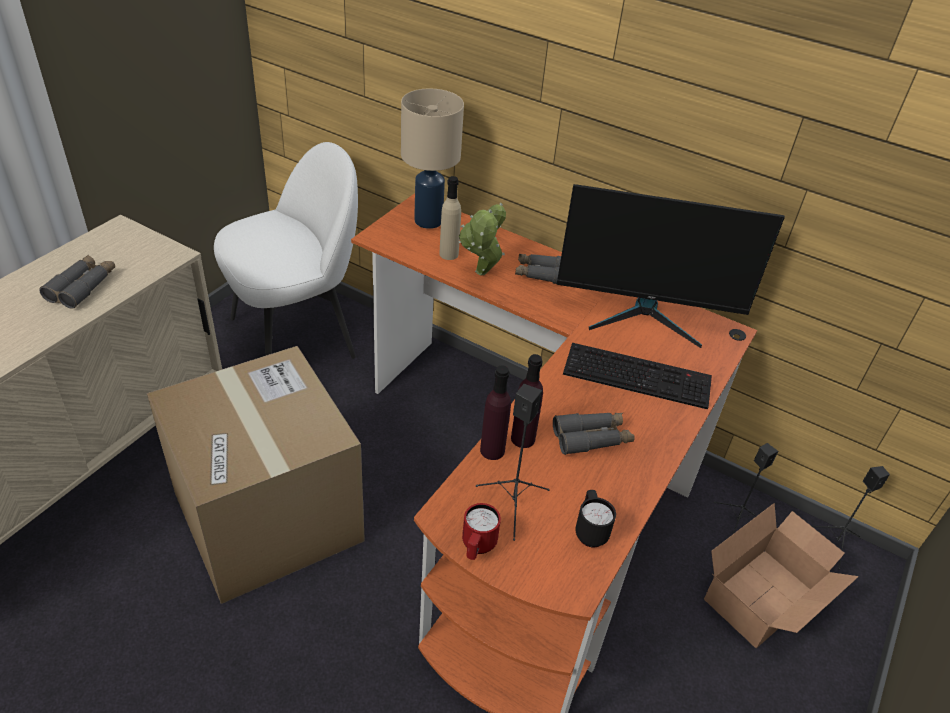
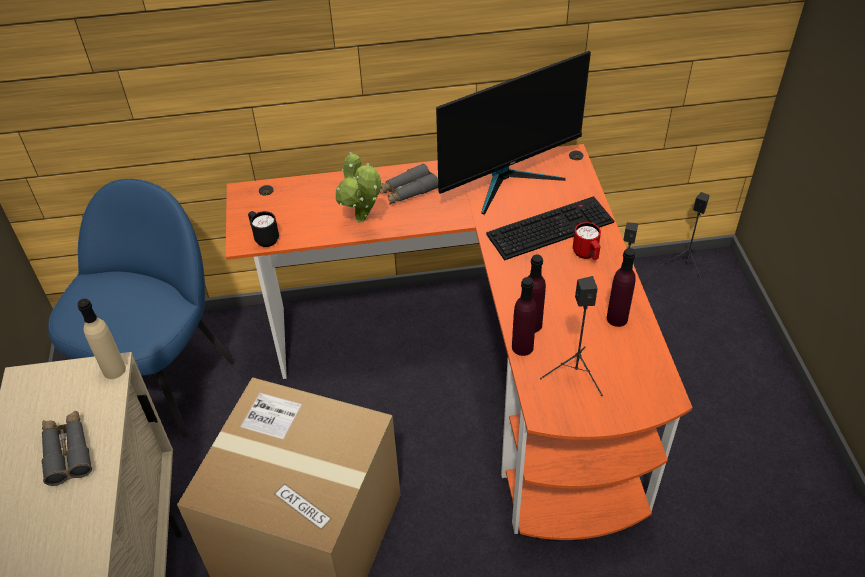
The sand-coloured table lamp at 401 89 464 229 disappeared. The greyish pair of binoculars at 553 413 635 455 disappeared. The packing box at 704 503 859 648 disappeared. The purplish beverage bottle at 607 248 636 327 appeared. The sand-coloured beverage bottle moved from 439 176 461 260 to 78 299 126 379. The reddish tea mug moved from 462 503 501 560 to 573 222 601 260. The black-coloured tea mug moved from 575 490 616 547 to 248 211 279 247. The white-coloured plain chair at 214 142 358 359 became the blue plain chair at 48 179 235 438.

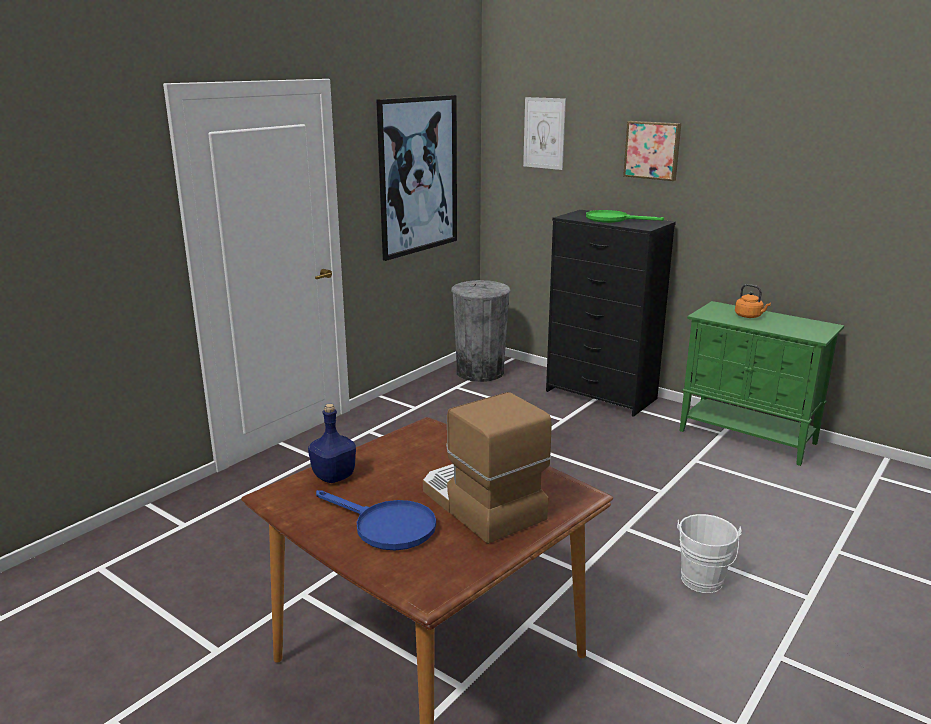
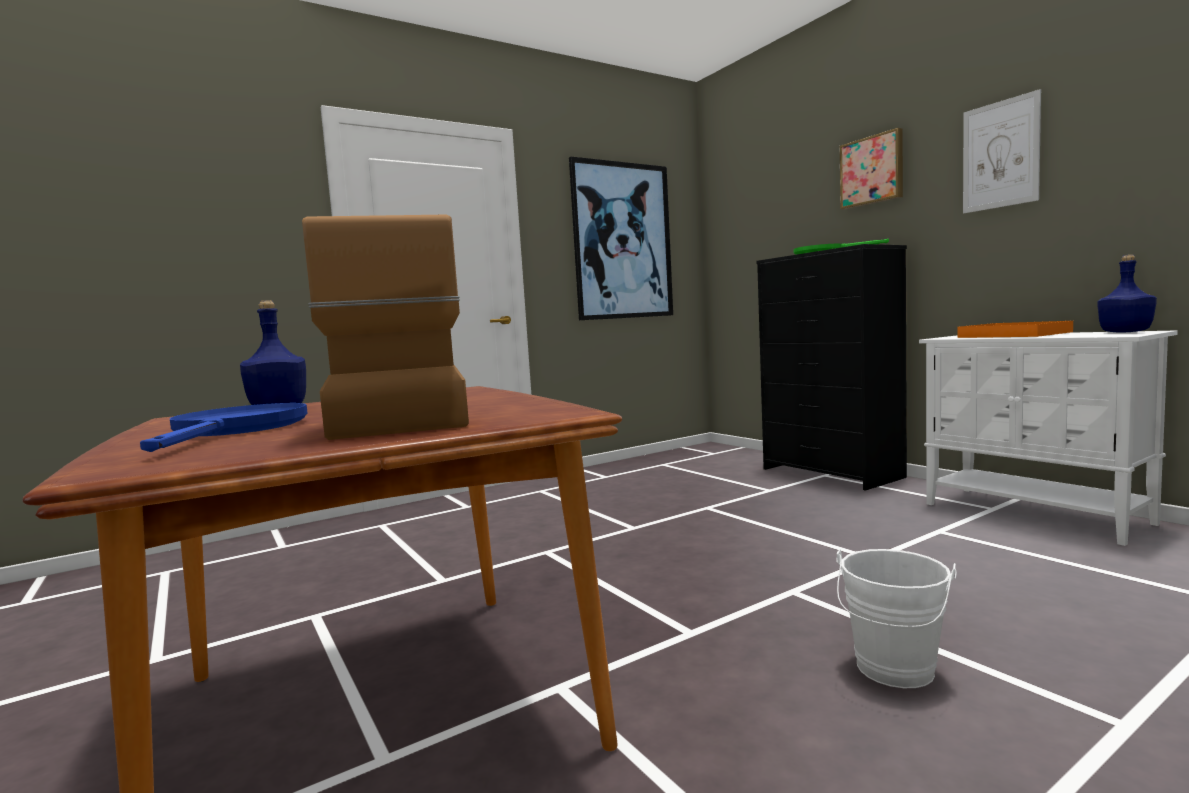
The greyish trash can at 451 280 510 382 disappeared. The blue beverage bottle at 1098 255 1157 333 appeared. The wall art moved from 523 97 566 170 to 963 89 1041 213. The orange-coloured kettle at 735 284 771 318 was replaced by the orange-coloured serving tray at 958 321 1073 338. The greenish storage cabinet at 680 301 844 466 became the white-coloured storage cabinet at 919 330 1178 546. The blue frying pan at 316 490 436 550 turned 150 degrees counterclockwise.

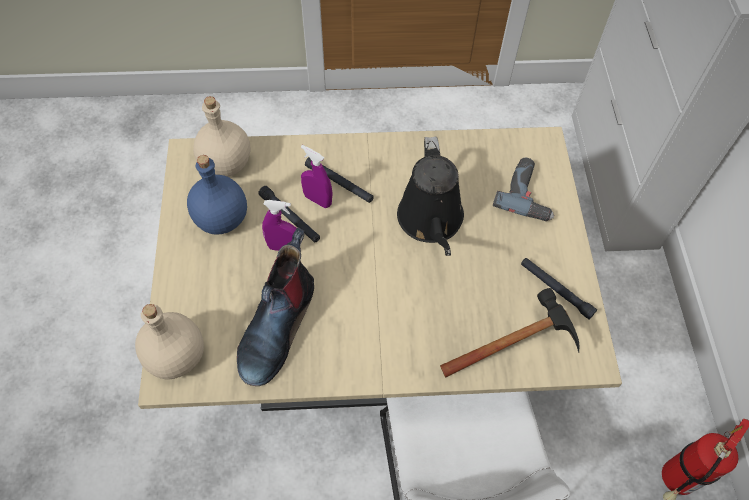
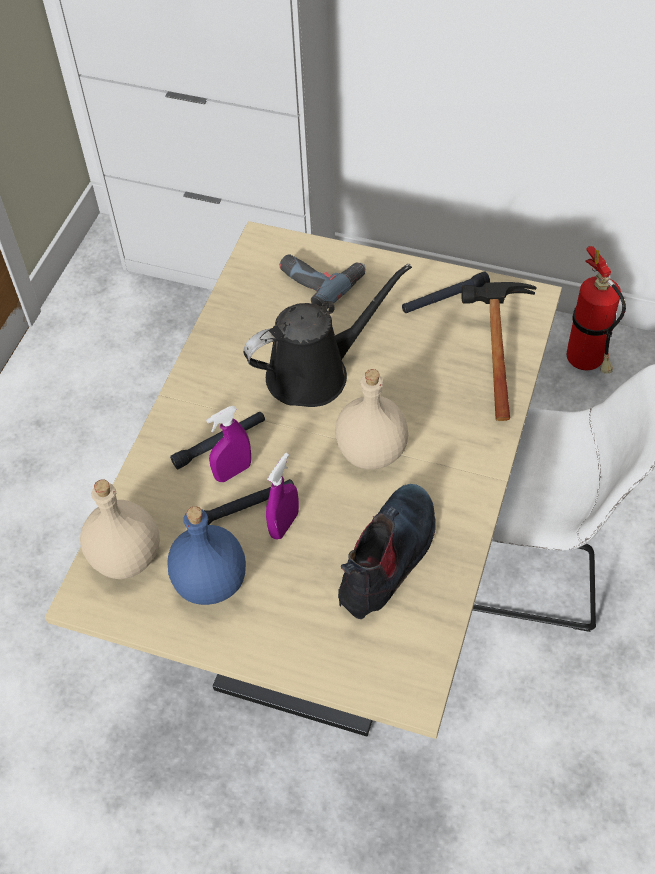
The sand-coloured beverage bottle moved from 135 304 204 379 to 335 369 408 469. The boot at 237 227 314 386 turned 105 degrees counterclockwise. The black-coloured sprinkling can at 397 137 464 256 turned 45 degrees counterclockwise.

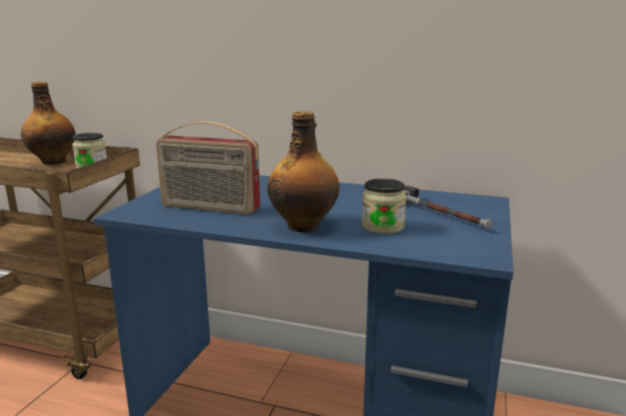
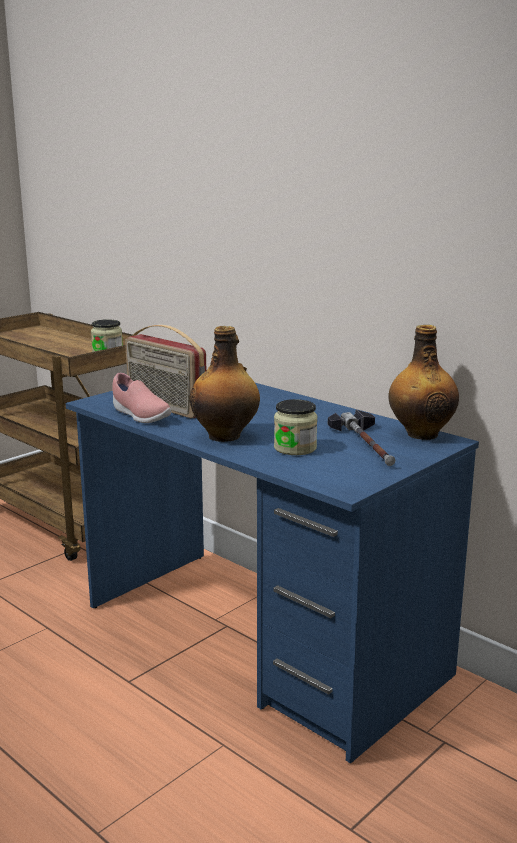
The pinkish low shoe at 112 373 171 423 appeared. The beverage bottle moved from 21 82 76 165 to 388 325 459 440.

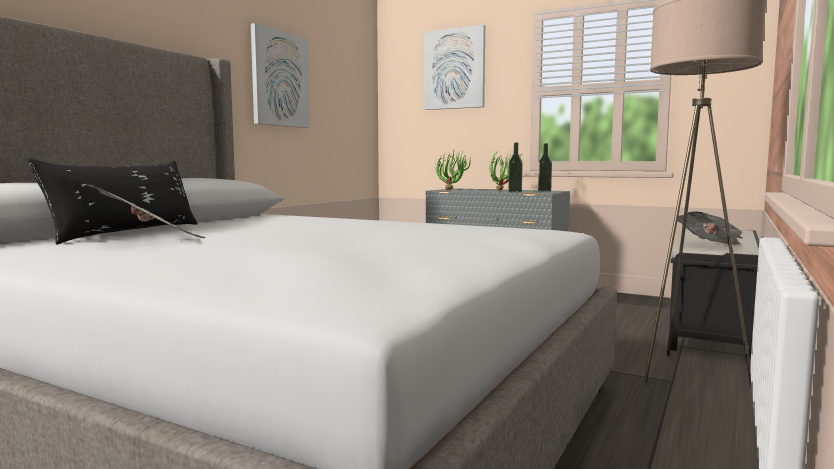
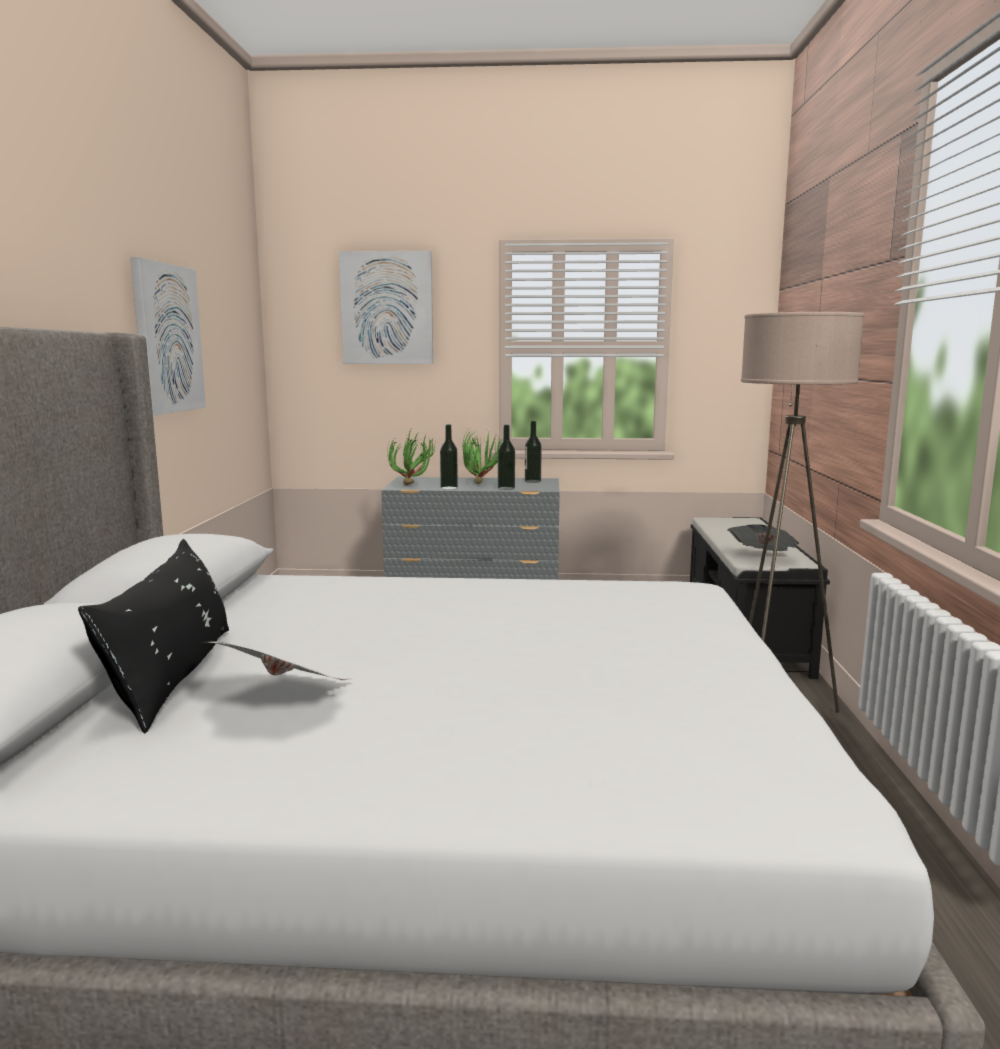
The beverage bottle at 440 425 458 490 appeared.

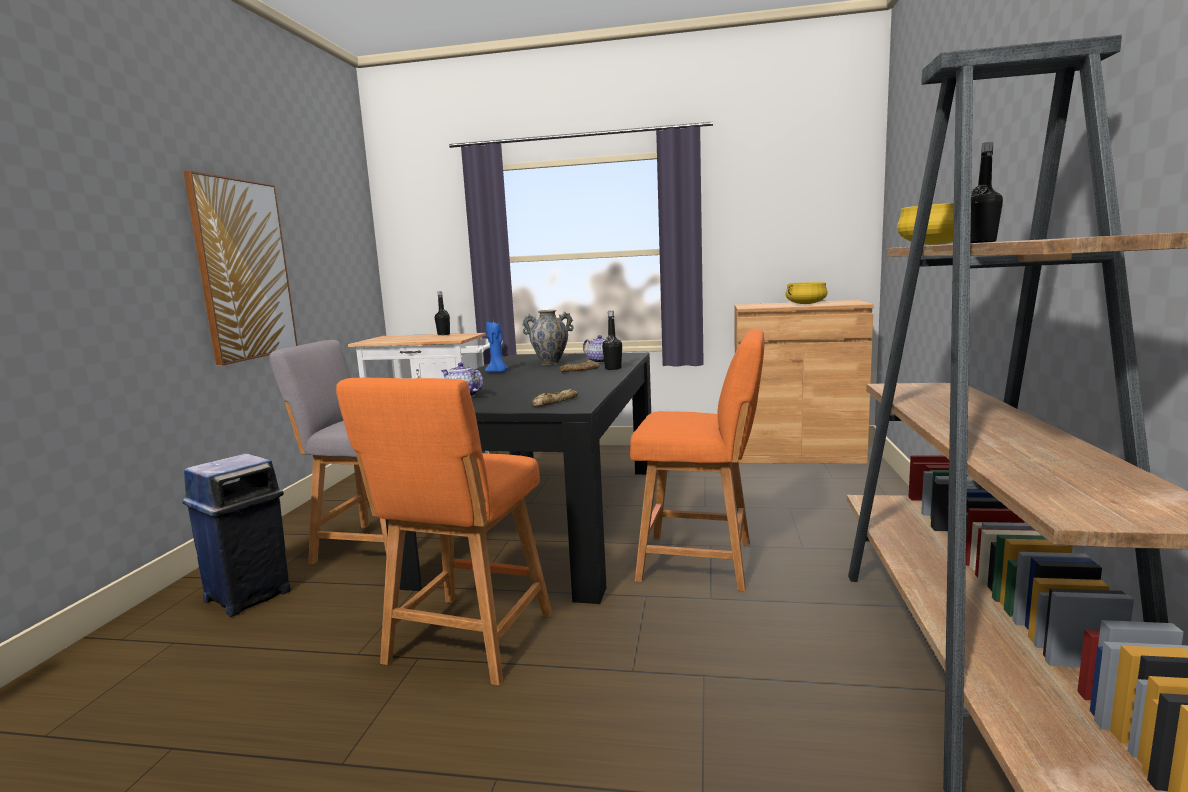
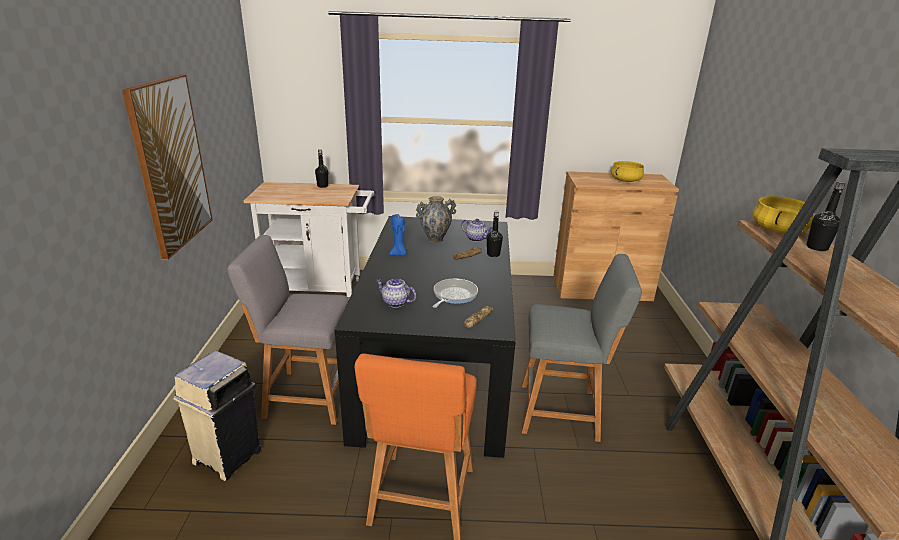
The frying pan at 432 279 478 308 appeared. The blue trash can at 183 453 291 617 became the sand-coloured trash can at 173 351 261 481. The orange-coloured stool at 630 329 764 591 became the greyish stool at 522 254 642 442.

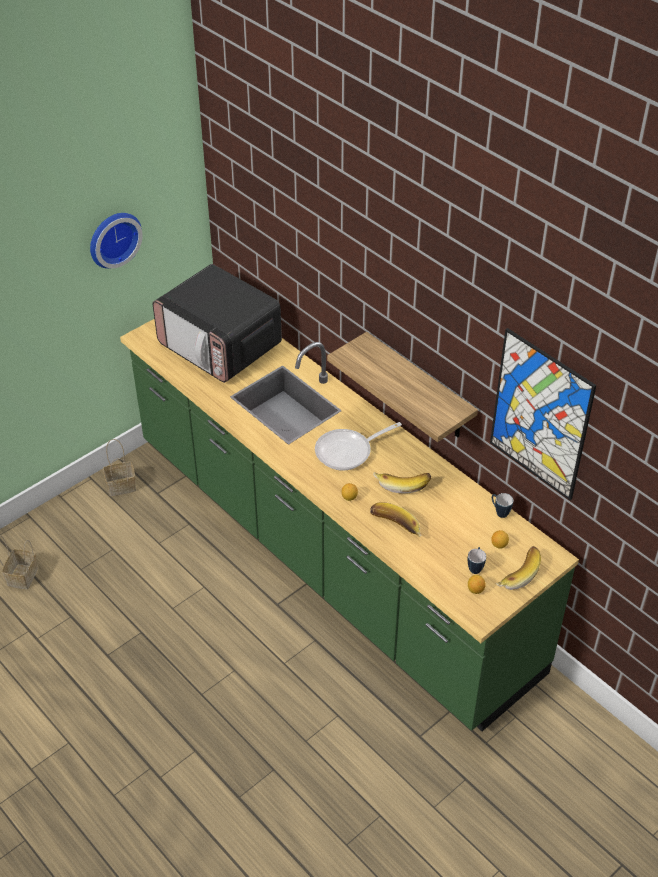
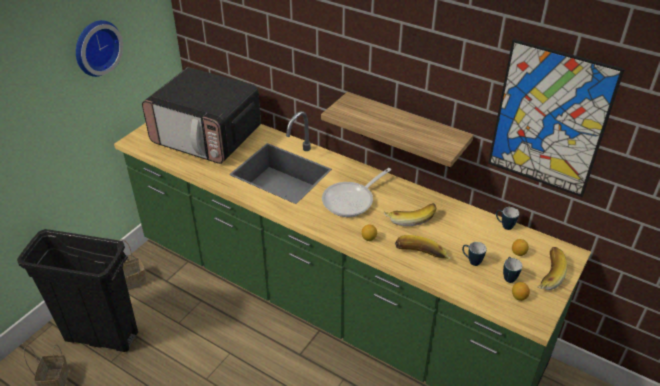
The black-coloured trash can at 17 229 138 352 appeared. The tea mug at 462 242 487 266 appeared.

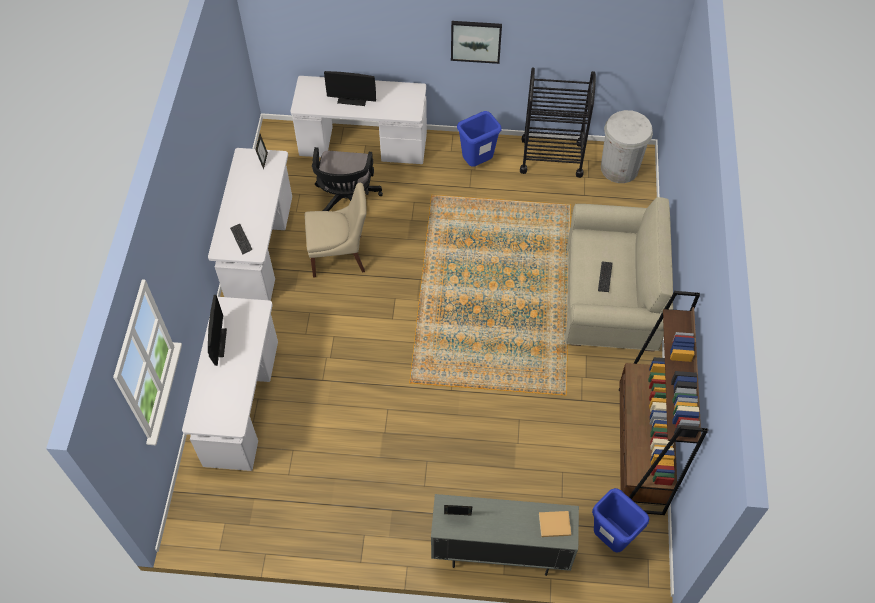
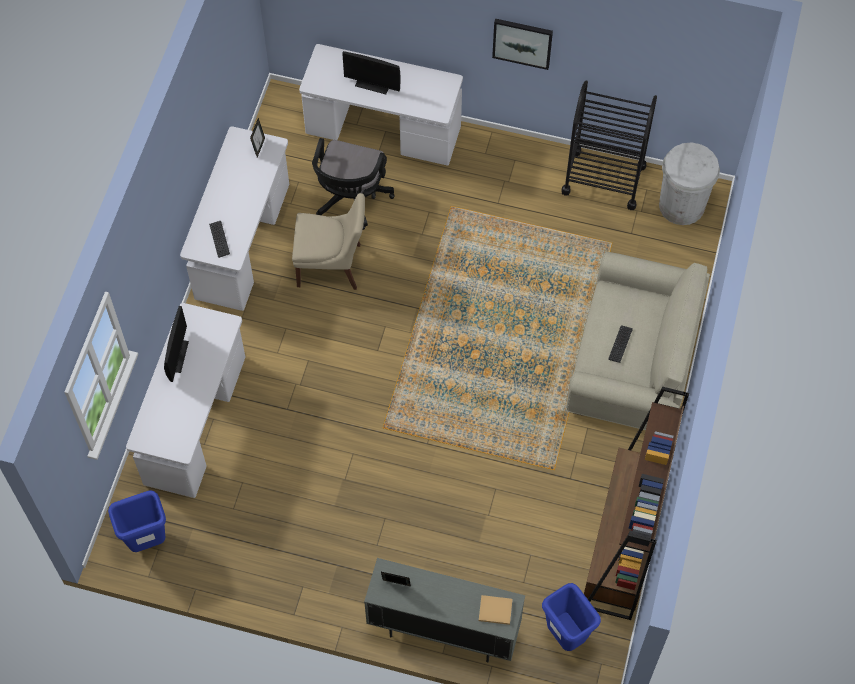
The blue trash can moved from 457 111 502 167 to 108 490 166 552.

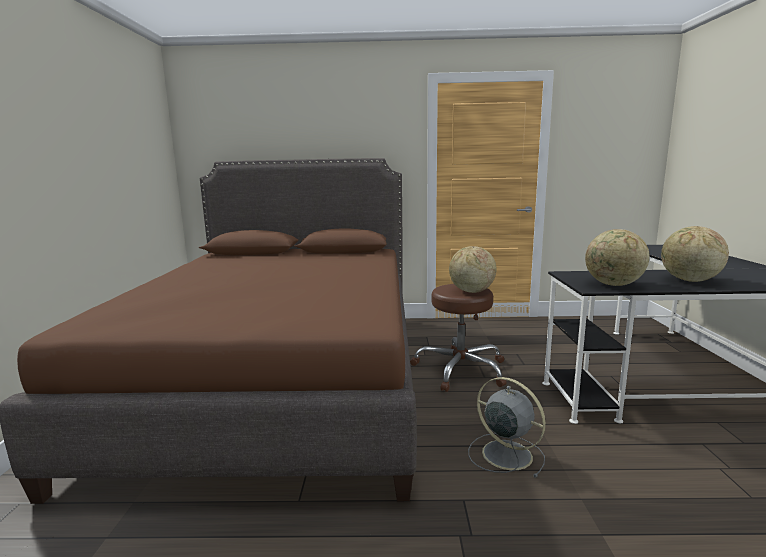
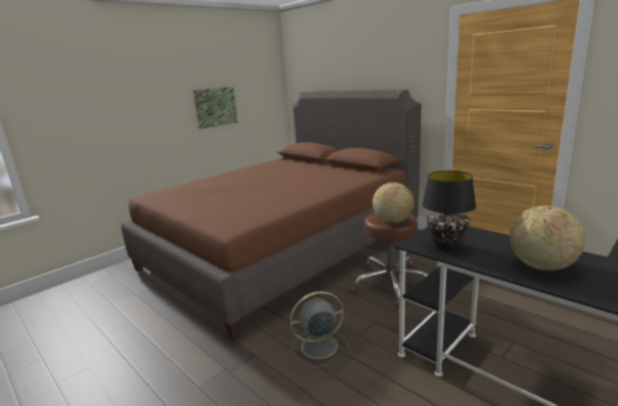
The wall art at 193 87 238 129 appeared. The desk globe at 585 229 650 286 was replaced by the black-coloured table lamp at 422 171 476 251. The greyish cooling fan at 468 377 546 478 turned 105 degrees counterclockwise.

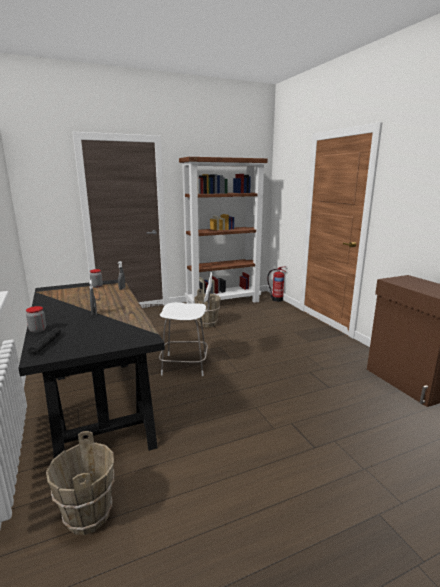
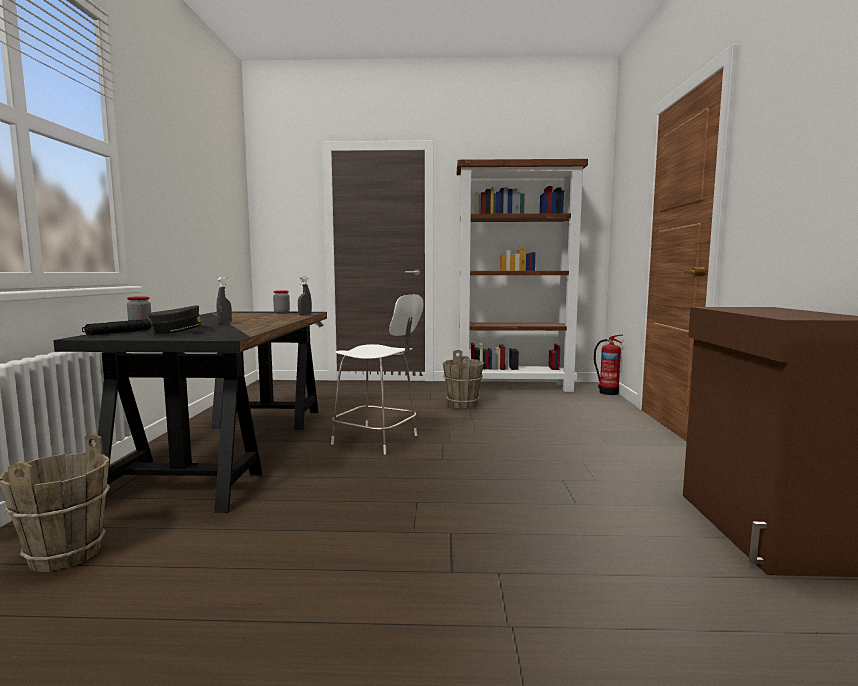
The greyish baseball cap at 148 305 216 334 appeared.

